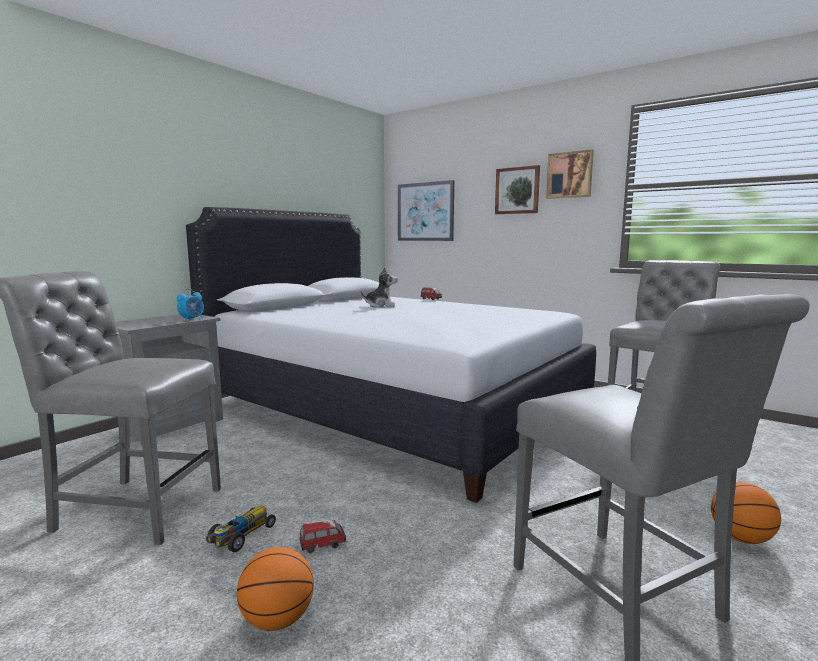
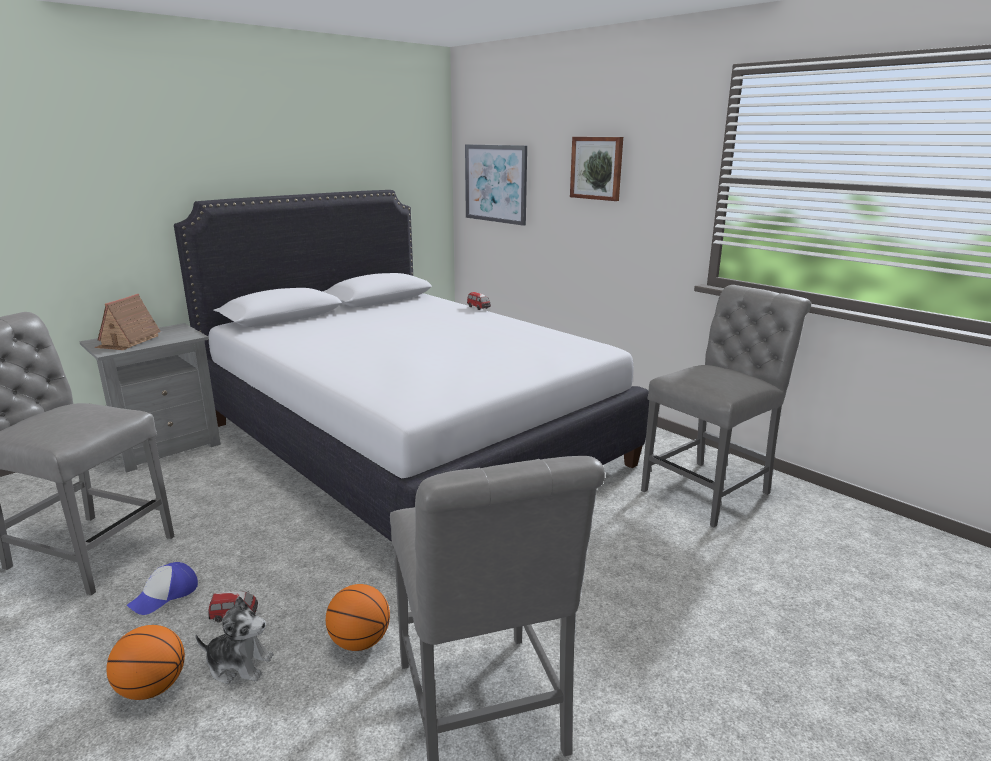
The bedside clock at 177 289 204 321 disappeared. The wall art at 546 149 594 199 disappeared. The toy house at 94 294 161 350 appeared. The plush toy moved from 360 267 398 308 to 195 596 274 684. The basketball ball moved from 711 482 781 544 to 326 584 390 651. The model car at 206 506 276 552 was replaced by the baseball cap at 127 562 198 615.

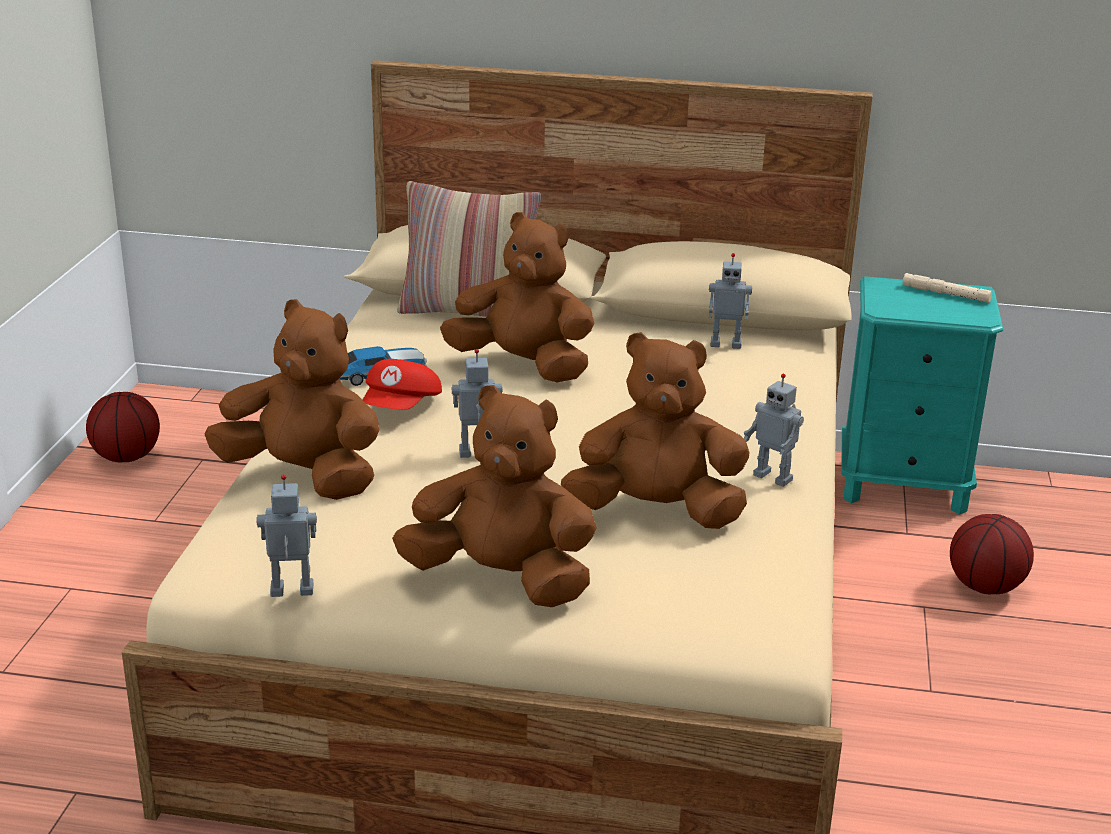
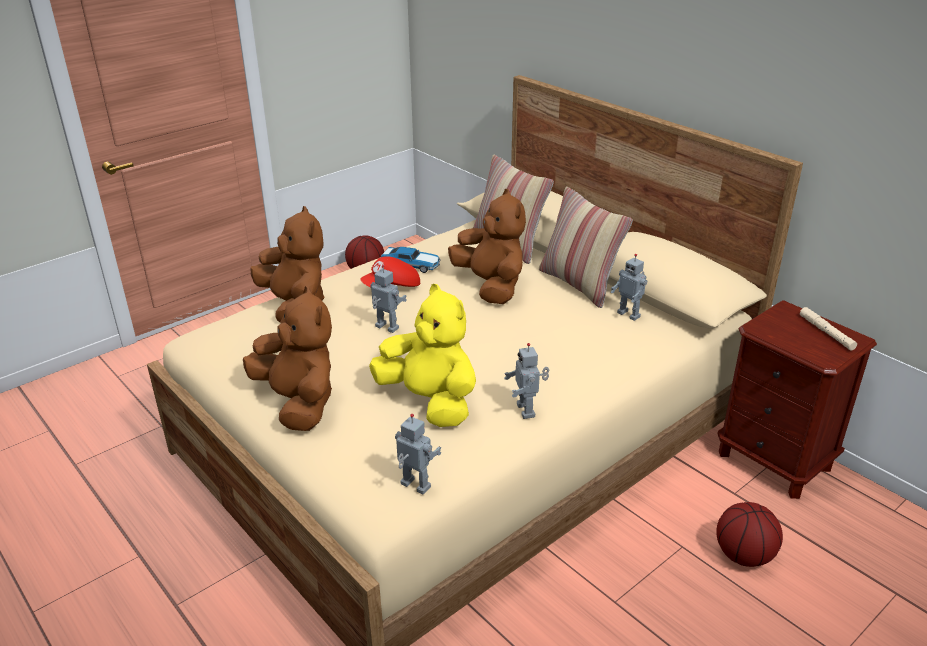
The cushion at 539 187 633 308 appeared. The model robot moved from 256 474 317 597 to 395 414 441 494. The brown-coloured plush toy at 561 332 749 529 became the yellow plush toy at 369 284 476 427. The blue-green bedside table at 841 276 1003 515 became the brown-coloured bedside table at 717 300 877 499.

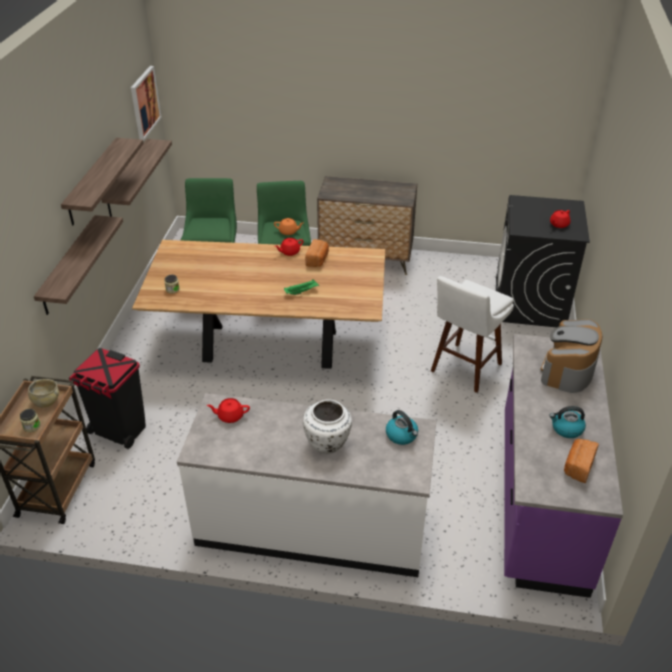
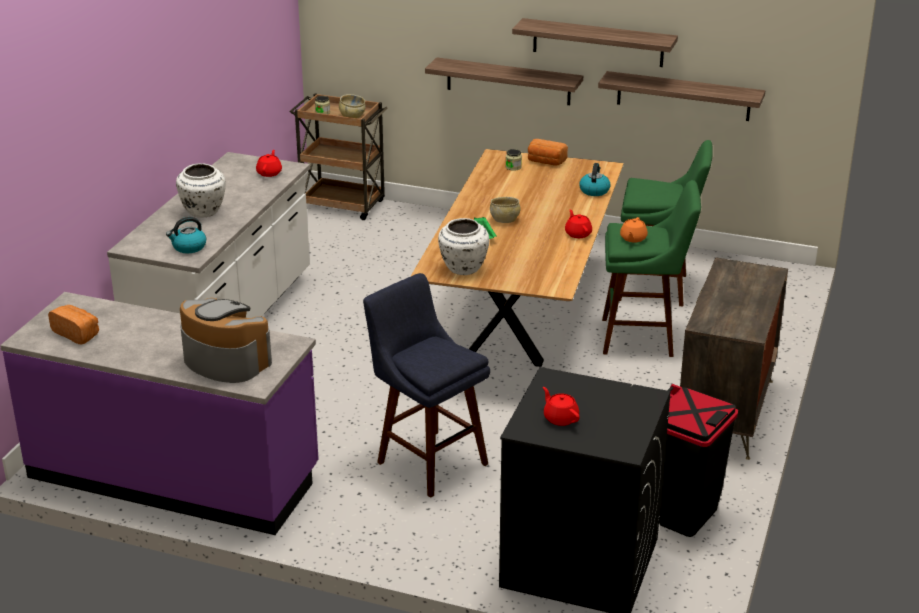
The wall art at 131 66 162 141 disappeared. The white-coloured decorative vase at 438 218 489 275 appeared. The sand-coloured bowl at 490 197 521 223 appeared. The black-coloured trash can moved from 69 348 146 449 to 659 384 738 537. The baked bread moved from 305 239 329 267 to 528 139 568 166. The kettle moved from 549 406 586 438 to 579 163 610 196. The white-coloured stool at 431 276 514 393 became the blue stool at 363 273 490 498.

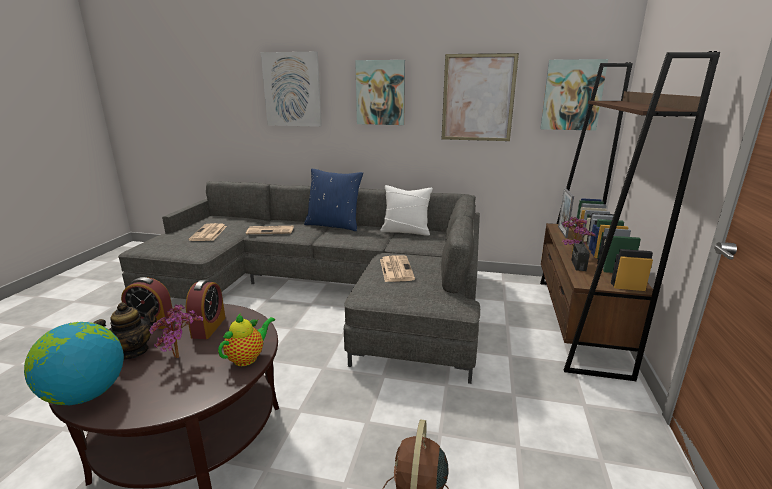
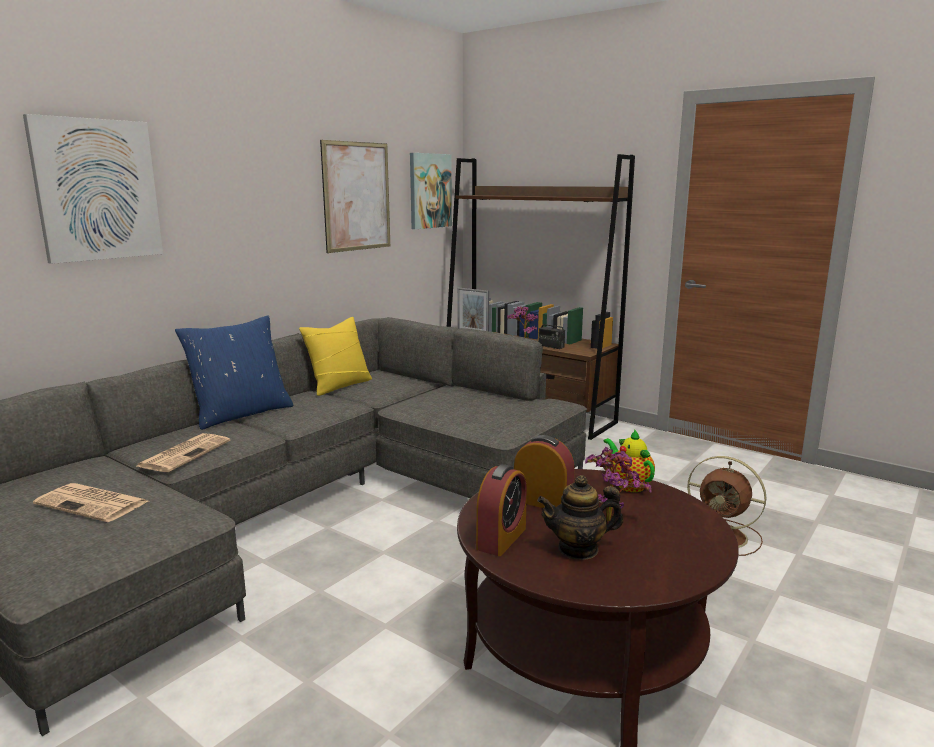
The desk globe at 24 322 124 405 disappeared. The wall art at 355 60 405 125 disappeared. The newspaper at 380 255 415 282 disappeared. The white-coloured cushion at 380 185 433 236 became the yellow cushion at 299 317 372 396. The tea pot at 93 302 158 359 turned 75 degrees counterclockwise.

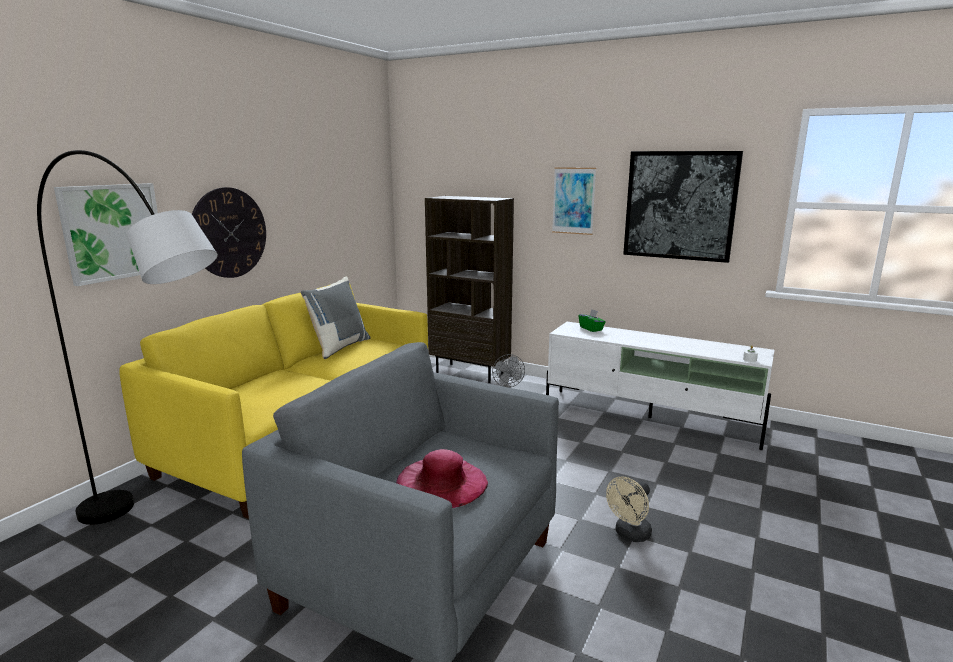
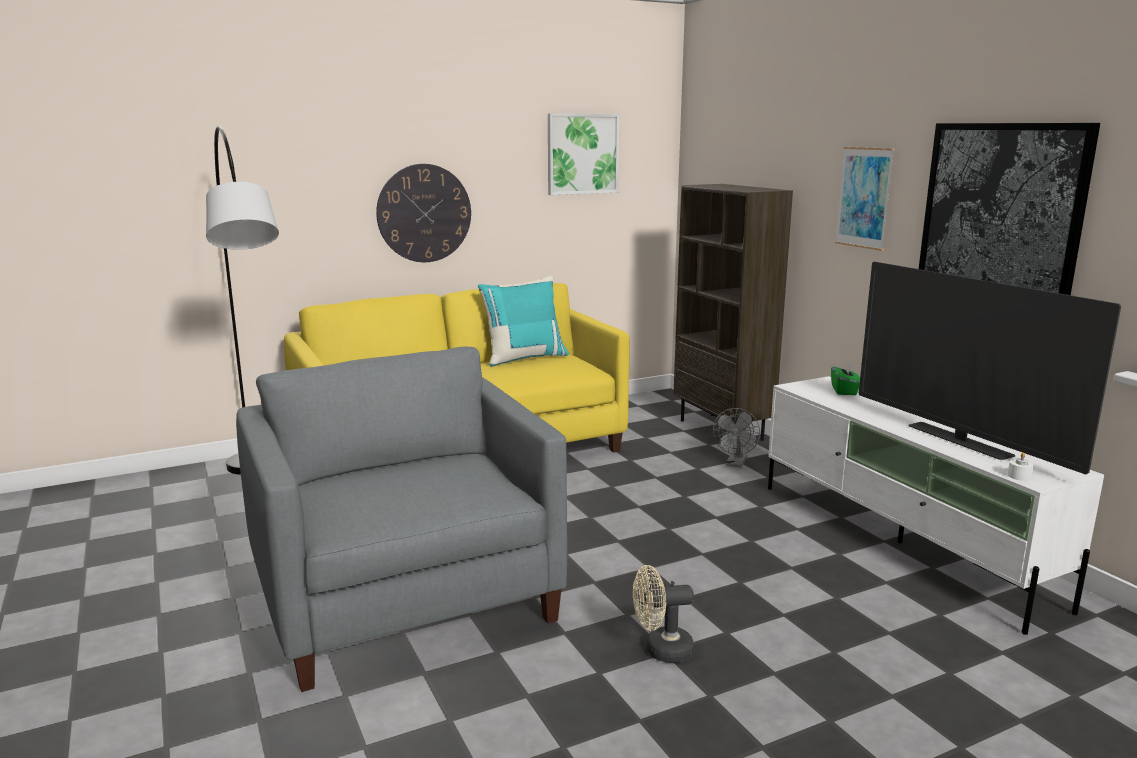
The pinkish hat at 396 449 488 508 disappeared. The TV set at 859 262 1121 475 appeared. The wall art moved from 54 183 158 286 to 548 113 620 195. The greyish cushion at 301 277 371 359 became the blue-green cushion at 478 276 569 367.

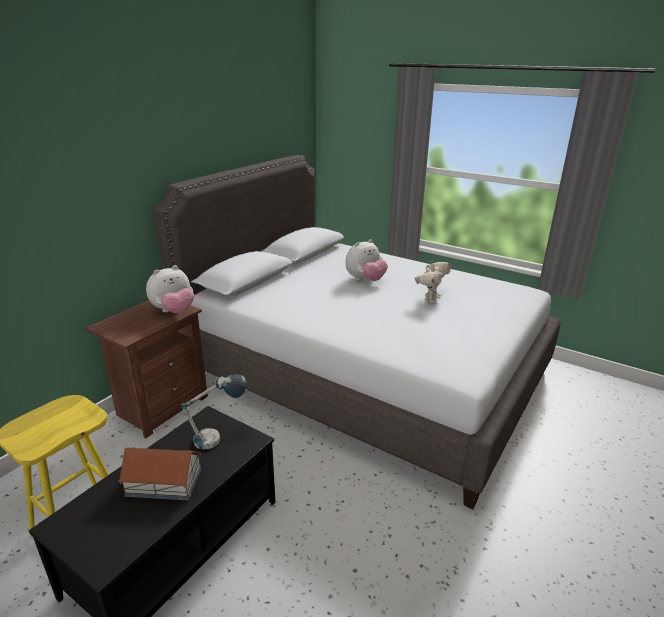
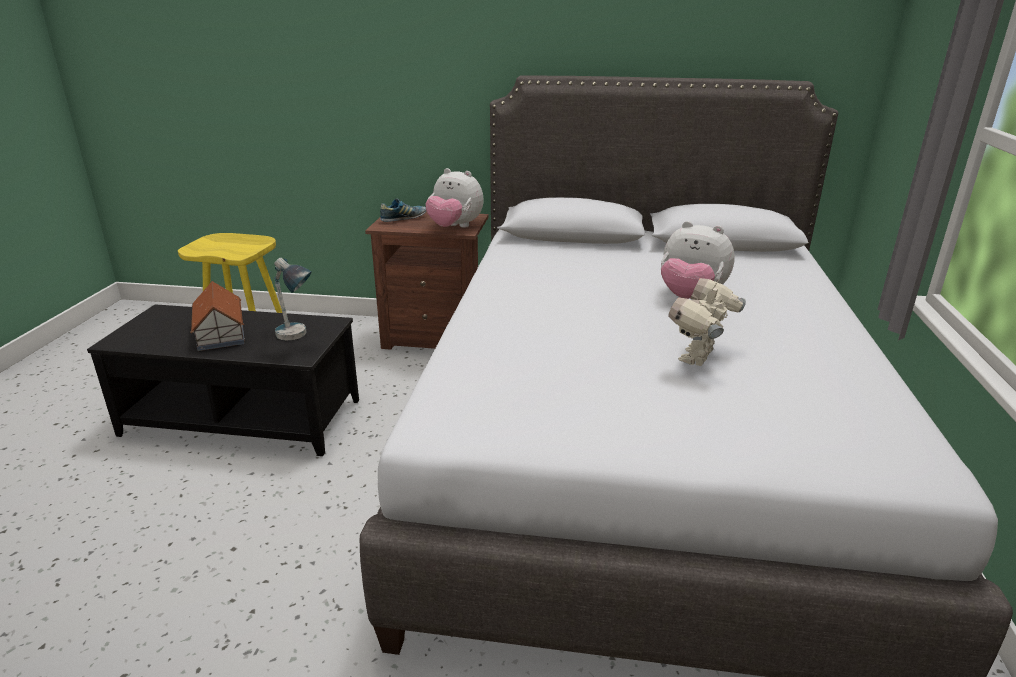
The low shoe at 380 199 426 222 appeared. The model robot at 415 259 451 303 turned 120 degrees clockwise.

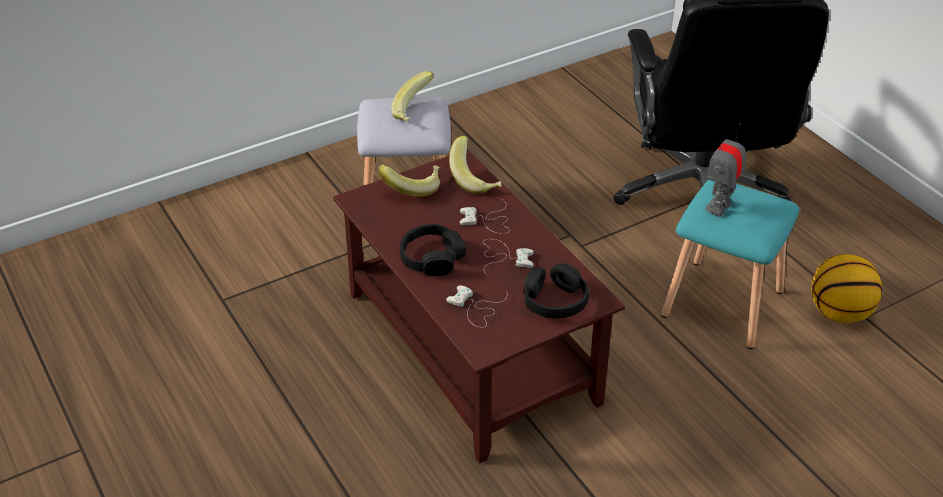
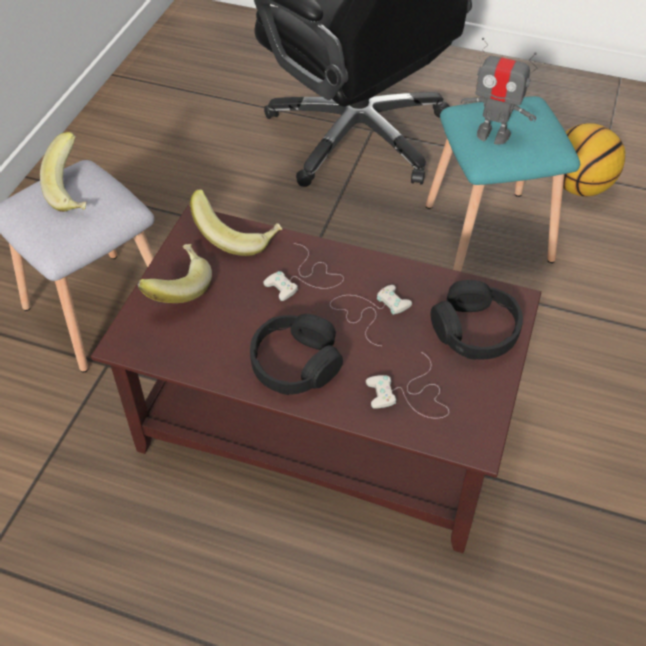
The model robot at 706 123 746 217 turned 60 degrees counterclockwise.

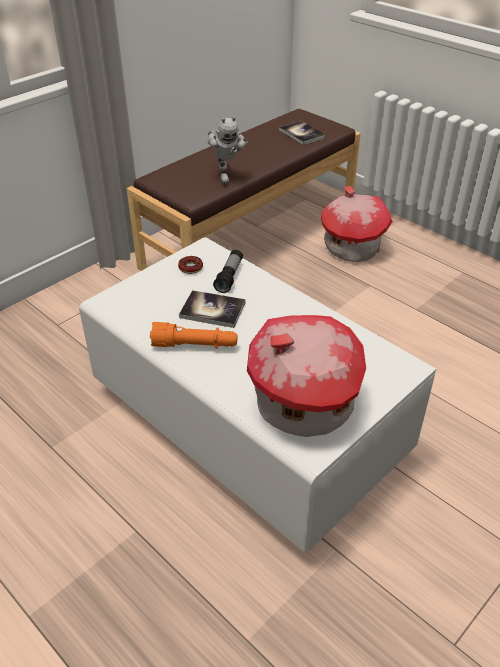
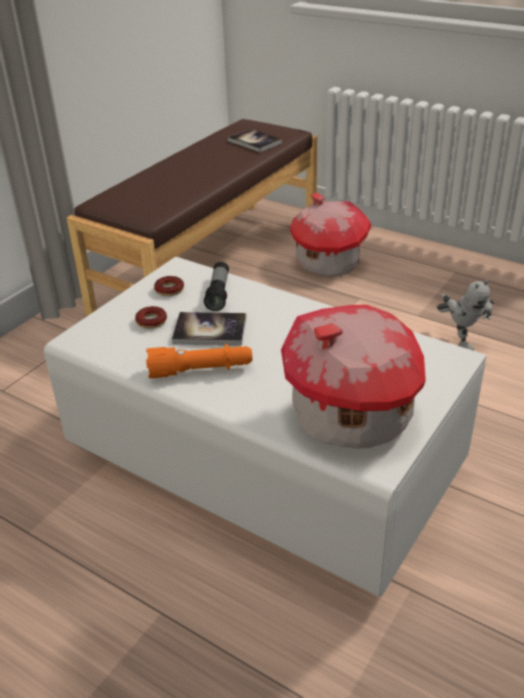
The doughnut at 135 306 167 329 appeared. The model robot moved from 208 116 248 184 to 437 279 494 351.

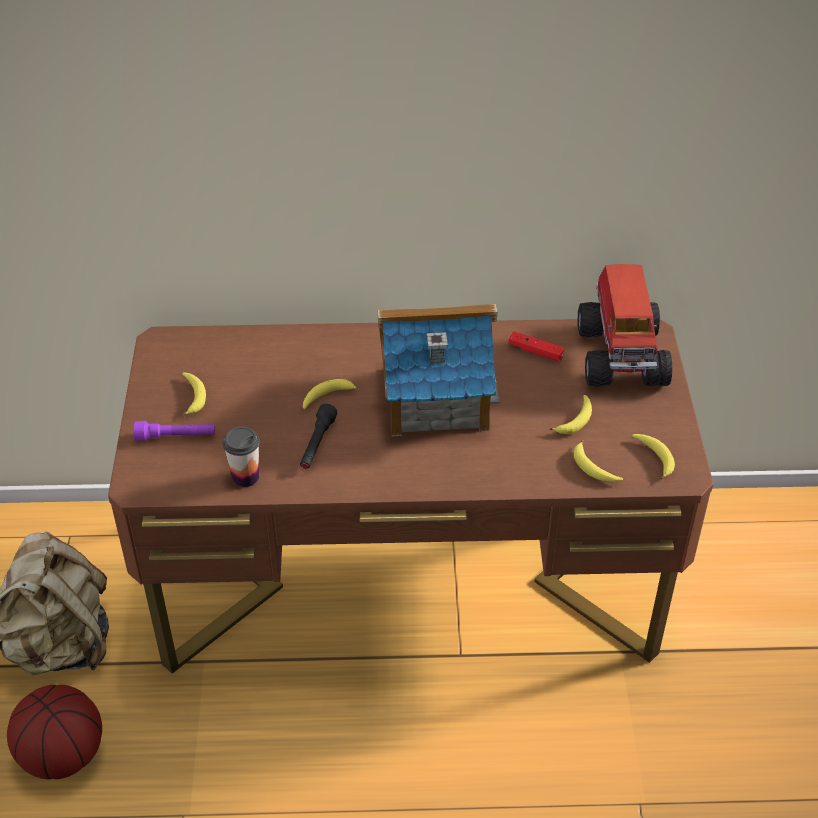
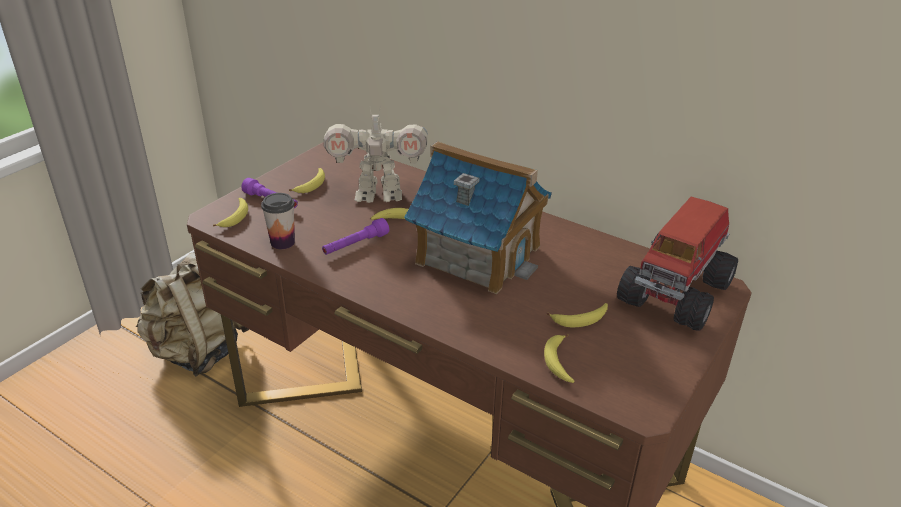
The basketball ball at 7 685 102 779 disappeared. The reddish gamepad at 509 332 565 361 disappeared. The model robot at 324 106 428 203 appeared. The whole banana moved from 632 434 675 480 to 213 198 248 227. The black-coloured hand torch at 300 404 337 469 became the purplish hand torch at 322 218 389 255.

